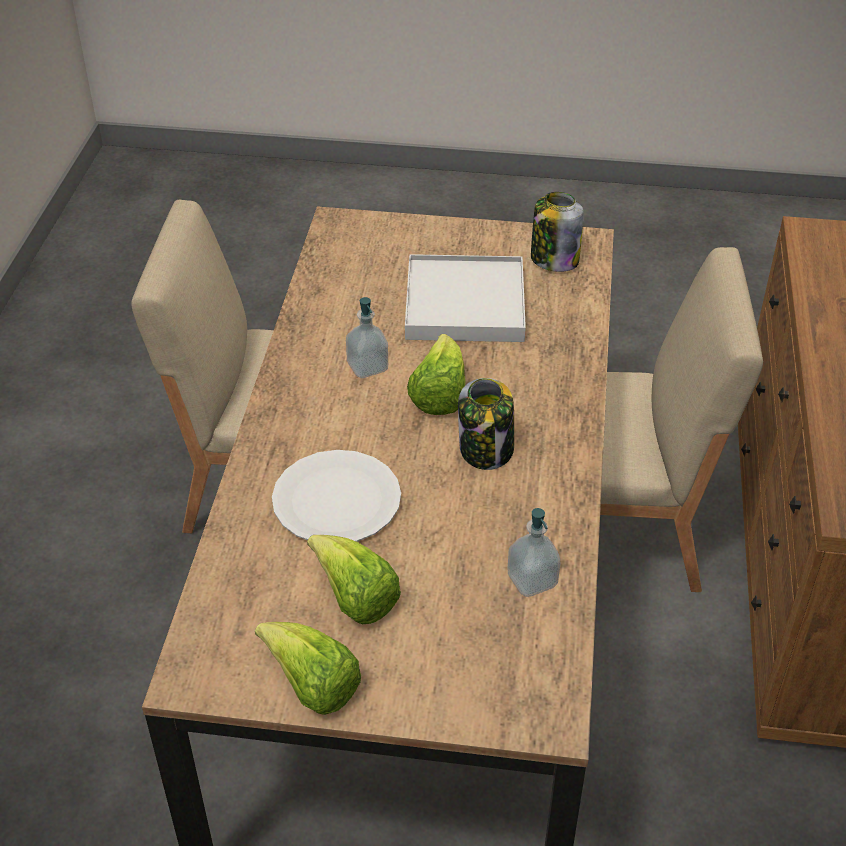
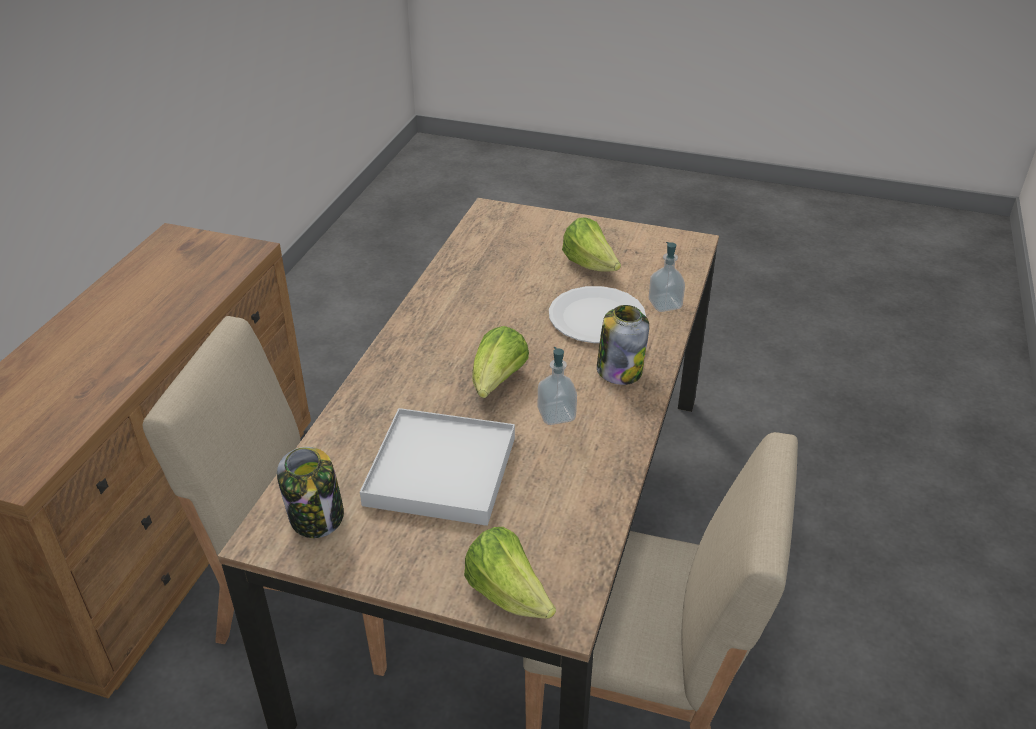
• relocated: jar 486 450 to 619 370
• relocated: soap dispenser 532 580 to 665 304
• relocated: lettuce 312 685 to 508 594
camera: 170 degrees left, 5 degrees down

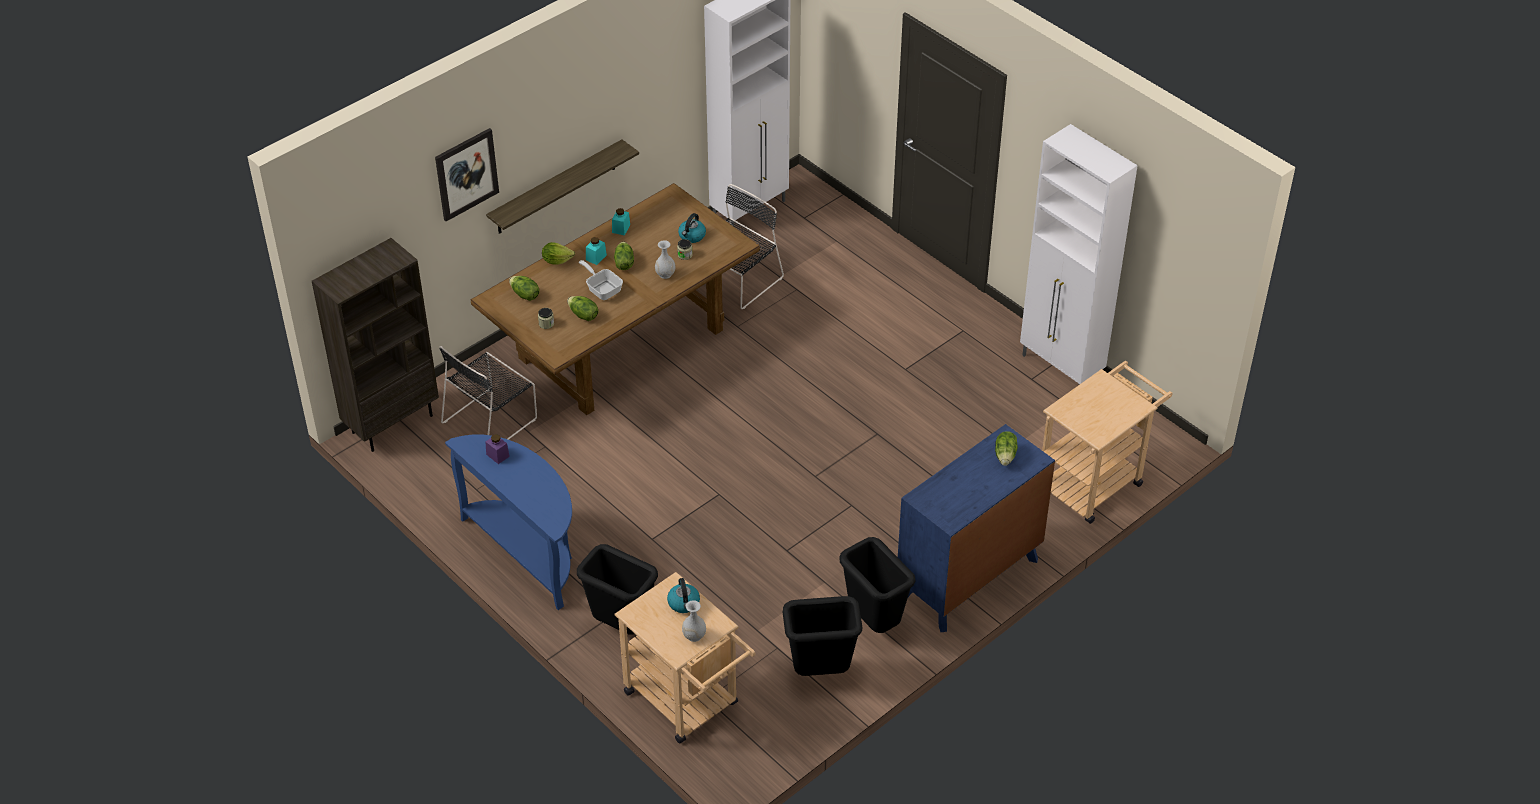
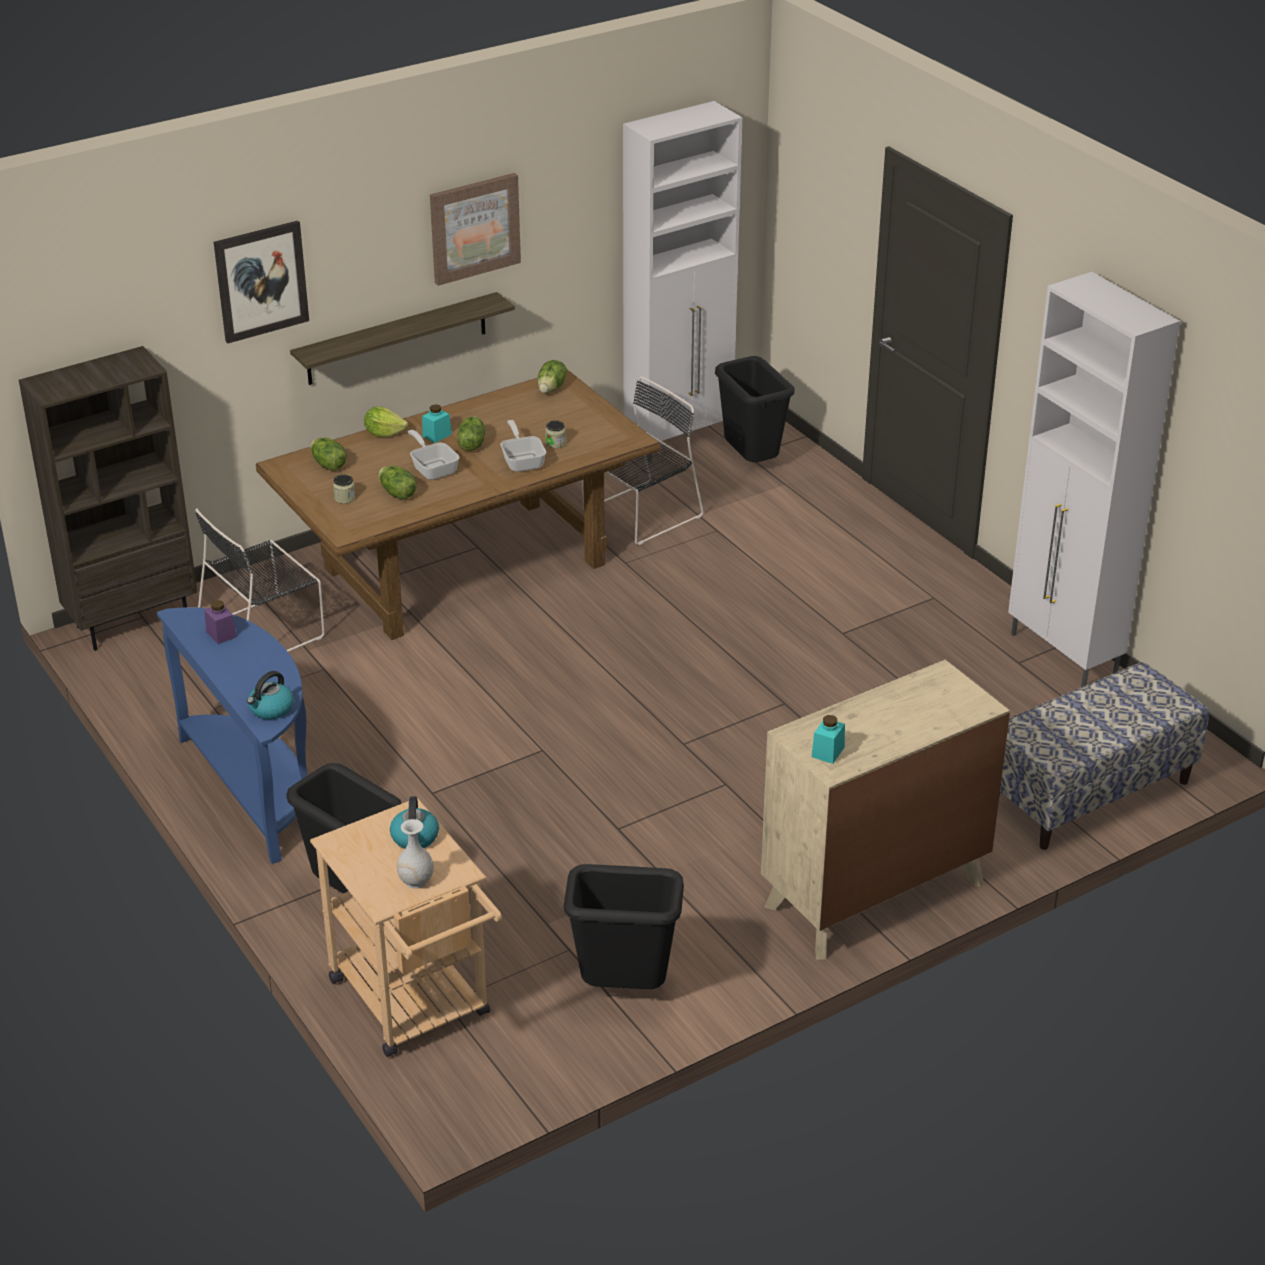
• relocated: jar in turquoise 621 228 to 828 752
• relocated: kettle 692 236 to 271 709
• exchanged: vase in white 665 274 to frying pan 522 461
• exchanged: cart in beige 1096 480 to bench 1089 793
• colour: dresser in blue 968 578 to dresser in beige 874 894
• relocated: lettuce 1005 455 to 552 388
• relocated: trash can in black 873 622 to 750 462
• appeared: picture 474 228
camera: 10 degrees right, 10 degrees down

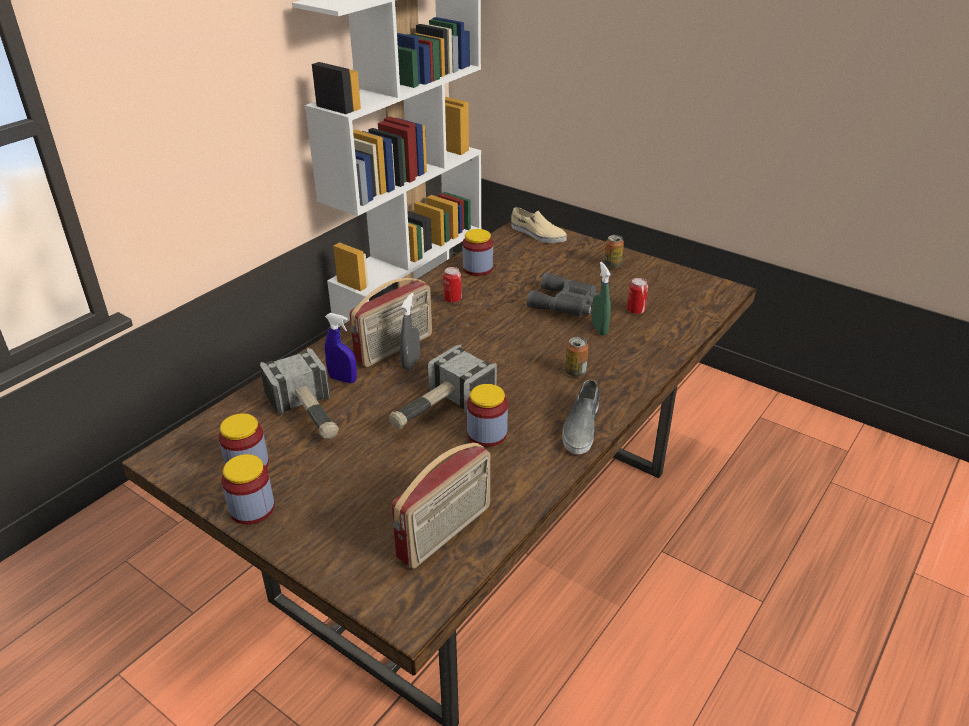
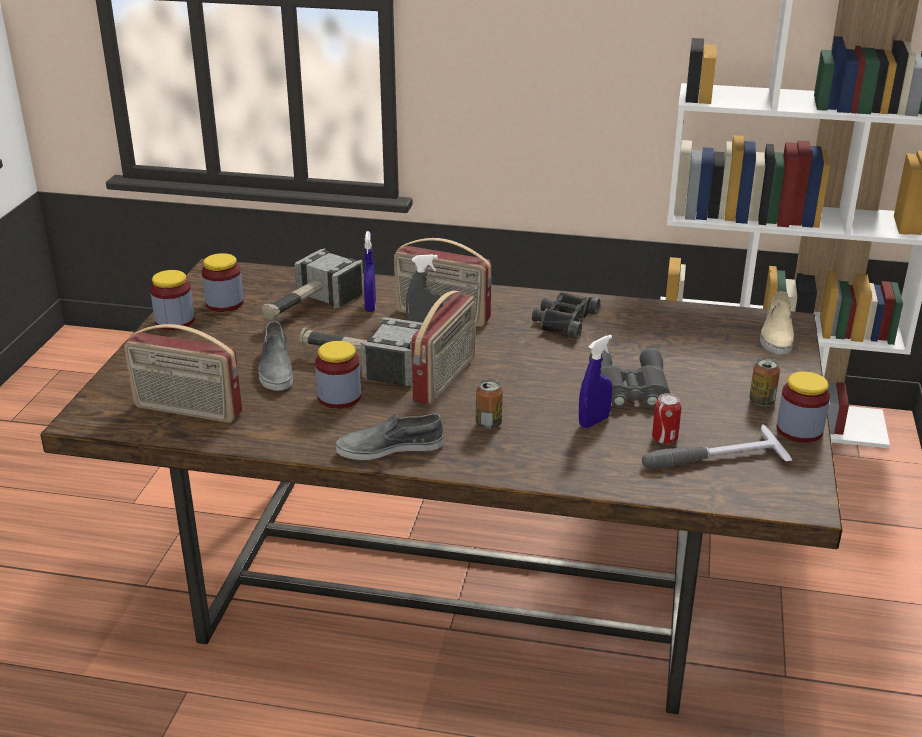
• relocated: jar 477 268 to 799 430
• colour: spray bottle in green 599 329 to spray bottle in blue 594 421
• exchanged: can 452 299 to binoculars in black 564 321
• appeared: radio 446 379
• appeared: shoe in grey 276 368
• appeared: hammer 709 457
camera: 65 degrees right, 5 degrees down

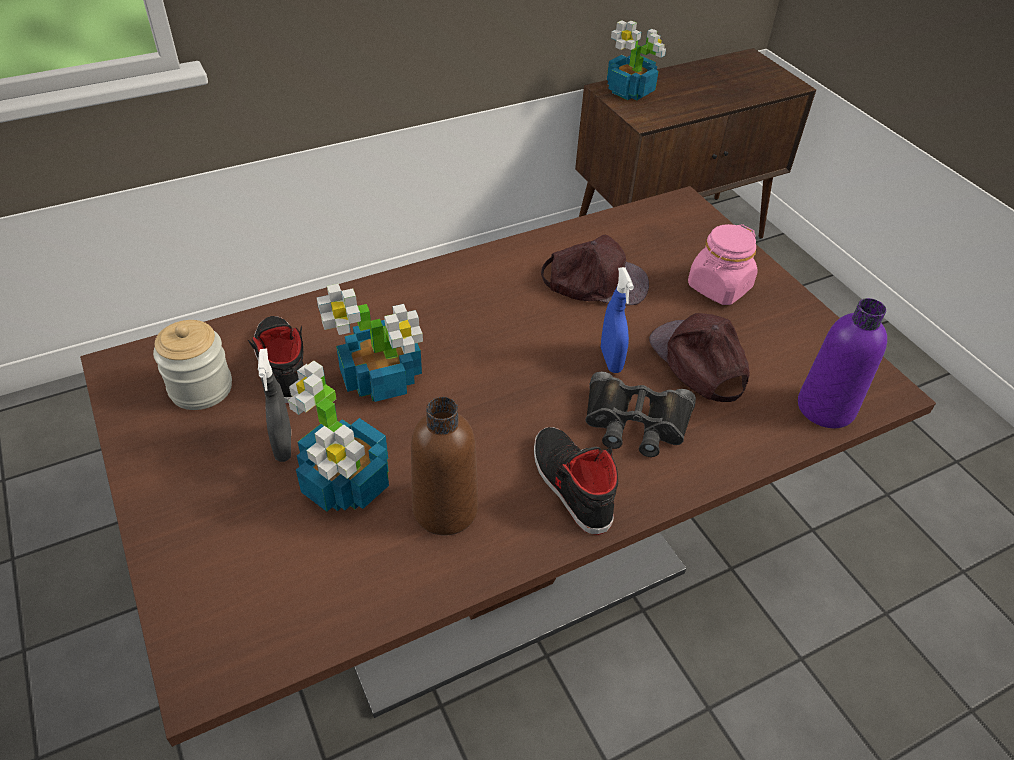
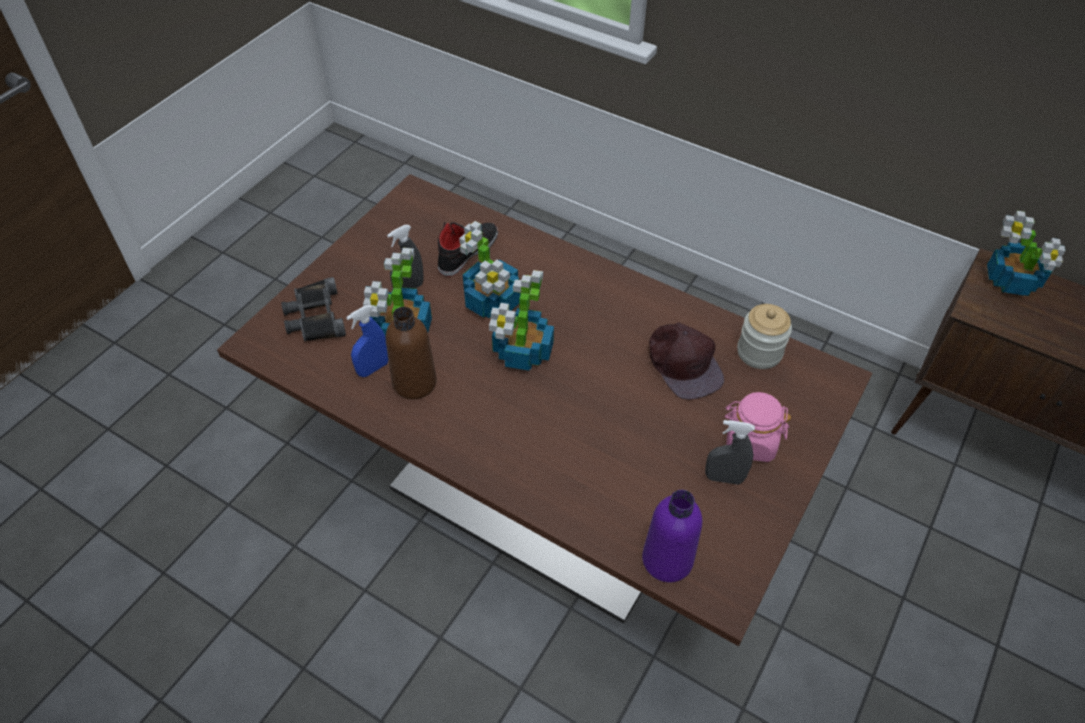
• relocated: spray bottle in blue 611 360 to 373 368
• missing: cap in brown 698 362
• relocated: jar 201 388 to 759 352
• relocated: binoculars in black 635 423 to 315 317
• missing: shoe in black 570 484
• appeared: potted plant 522 352
• appeared: spray bottle in grey 724 478
camera: 60 degrees right, 5 degrees up

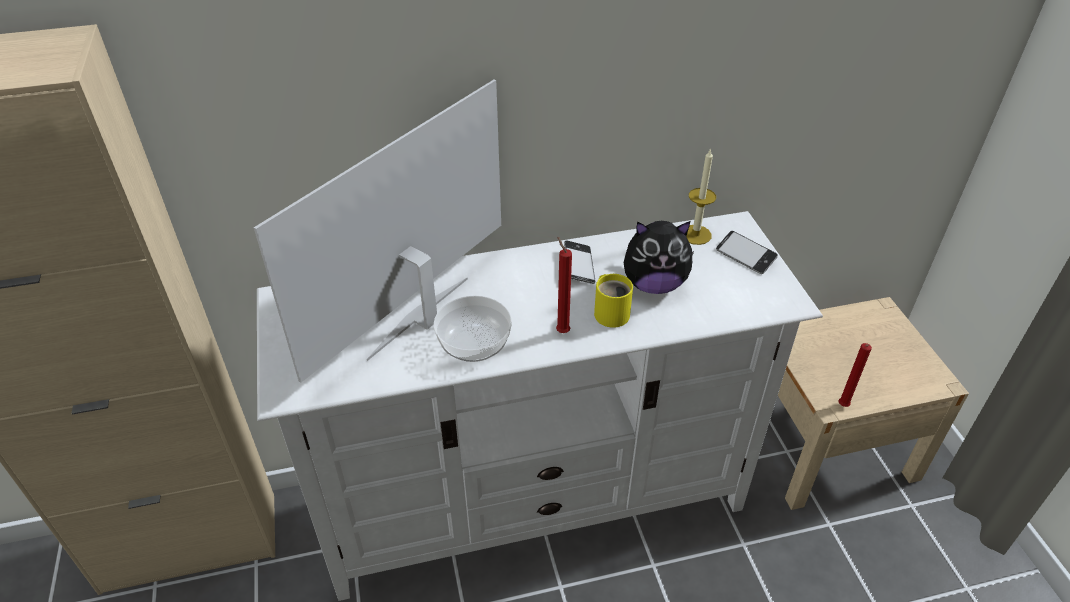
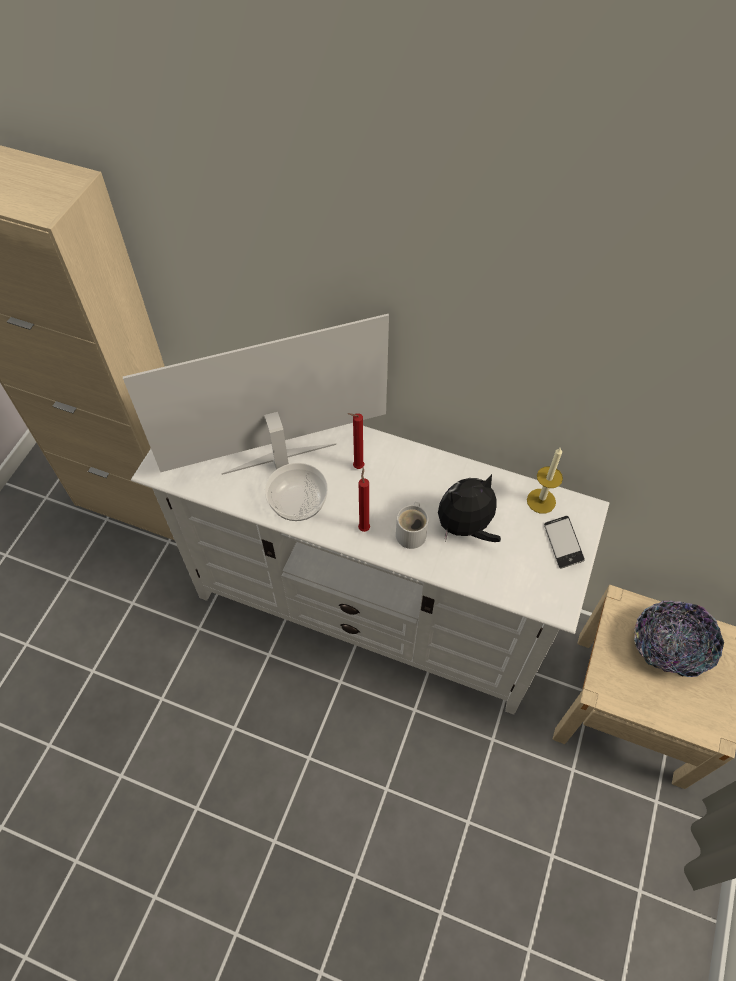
• spun: plush toy 654 284 = 466 527 120 degrees clockwise
• missing: phone 579 266
• colour: mug in yellow 611 312 to mug in white 412 532
• relocated: candle in red 842 406 to 356 467
• appeared: bowl 670 646
camera: 35 degrees right, 15 degrees up

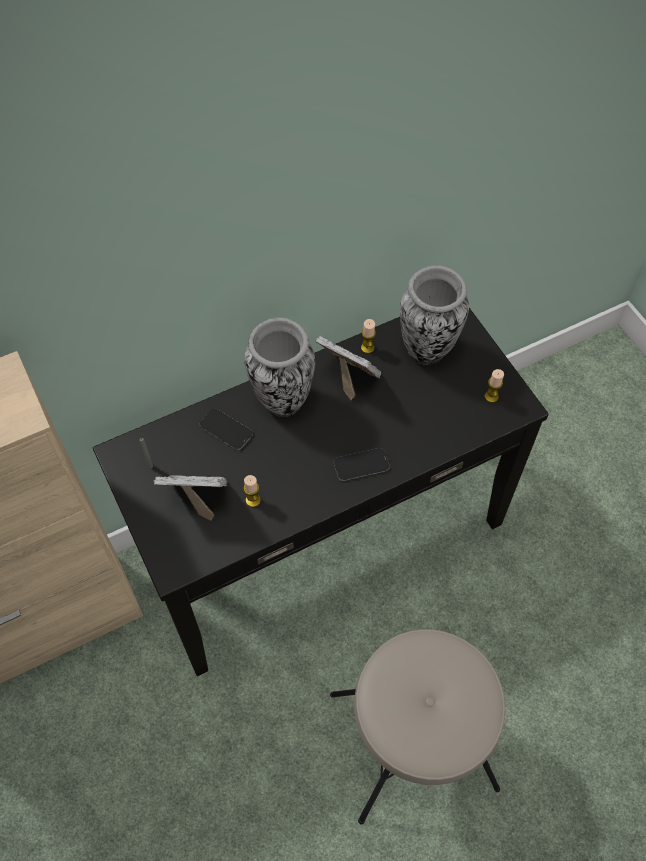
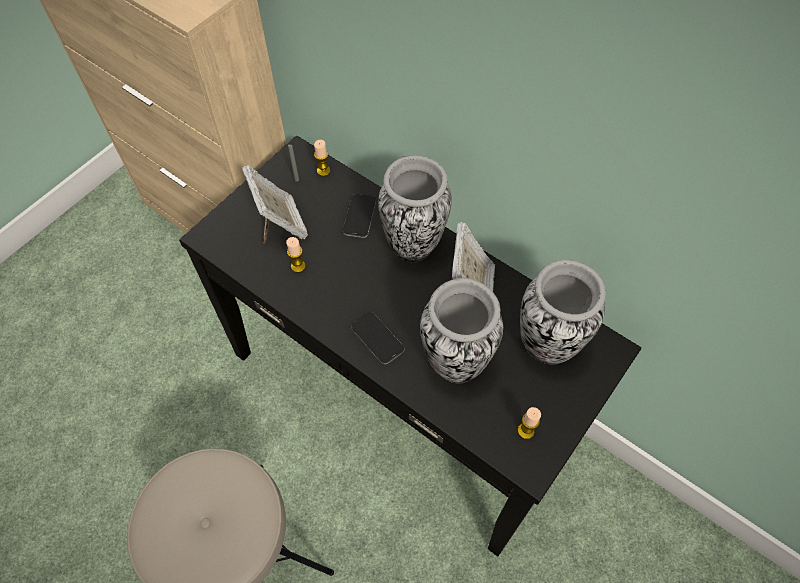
• relocated: candle 367 348 to 323 171
• appeared: vase 454 363
camera: 65 degrees right, 0 degrees up

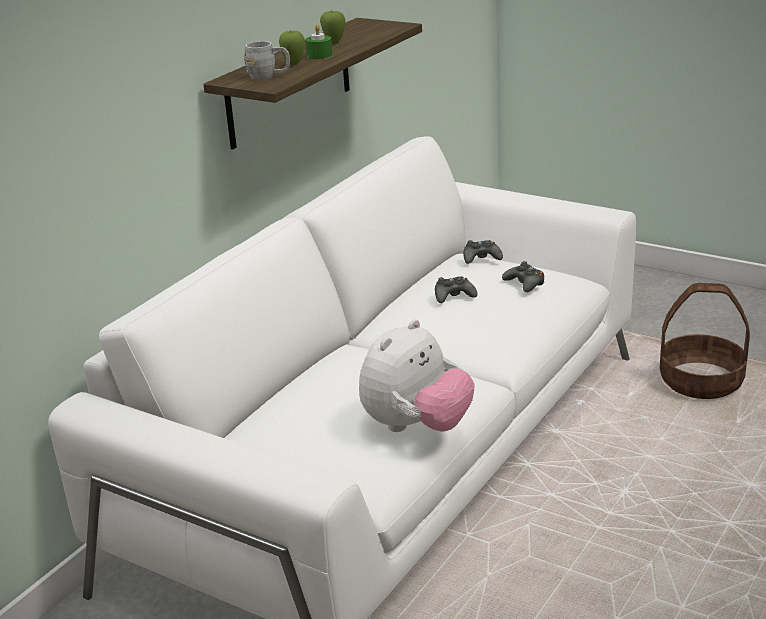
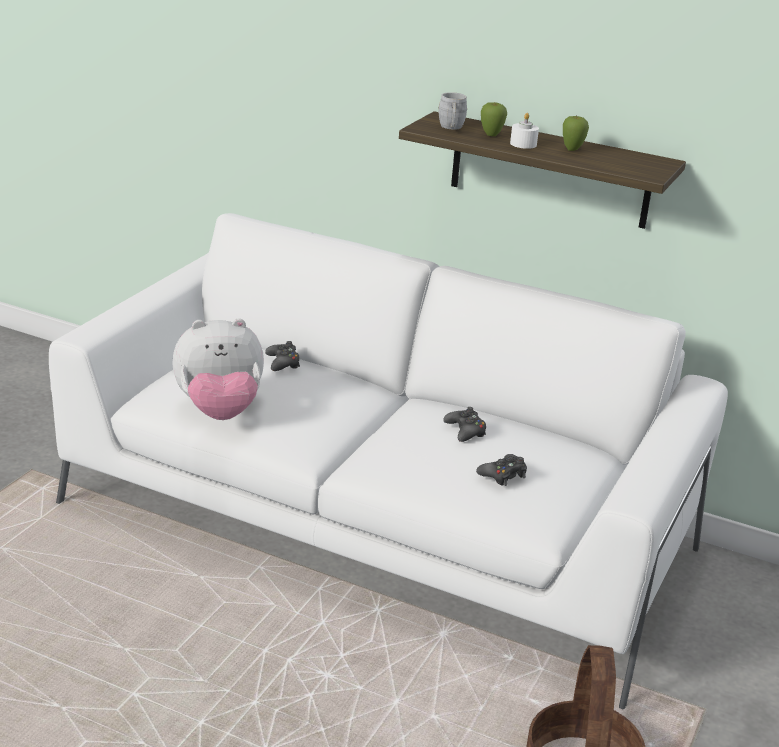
• colour: candle in green 319 55 to candle in white 523 144
• relocated: game controller in black 481 258 to 283 363
• spun: plush toy 416 426 = 219 411 45 degrees counterclockwise
camera: 80 degrees right, 0 degrees up

